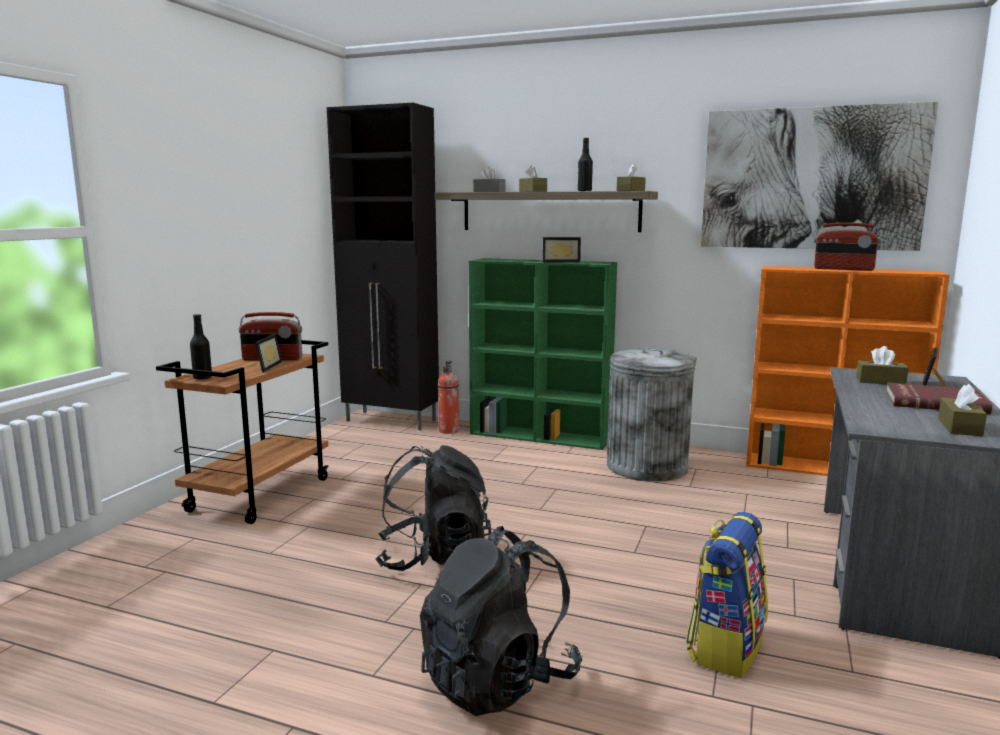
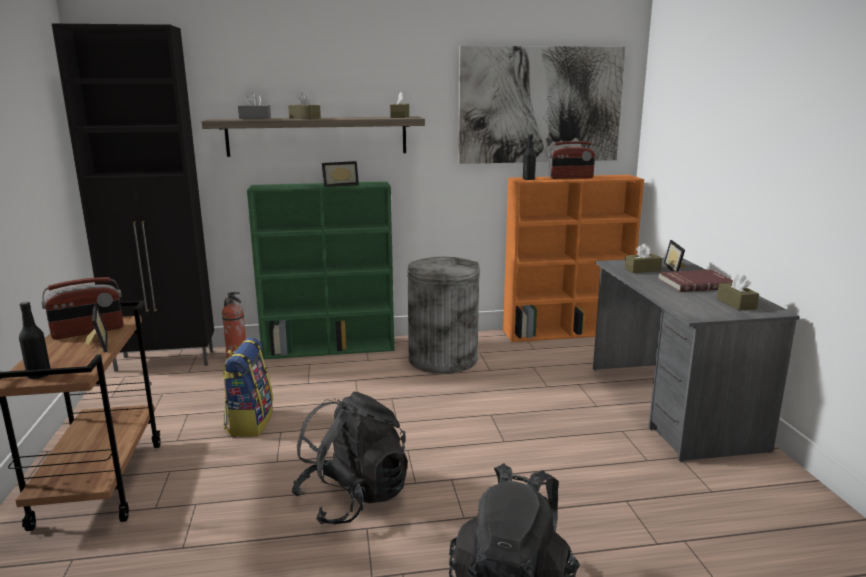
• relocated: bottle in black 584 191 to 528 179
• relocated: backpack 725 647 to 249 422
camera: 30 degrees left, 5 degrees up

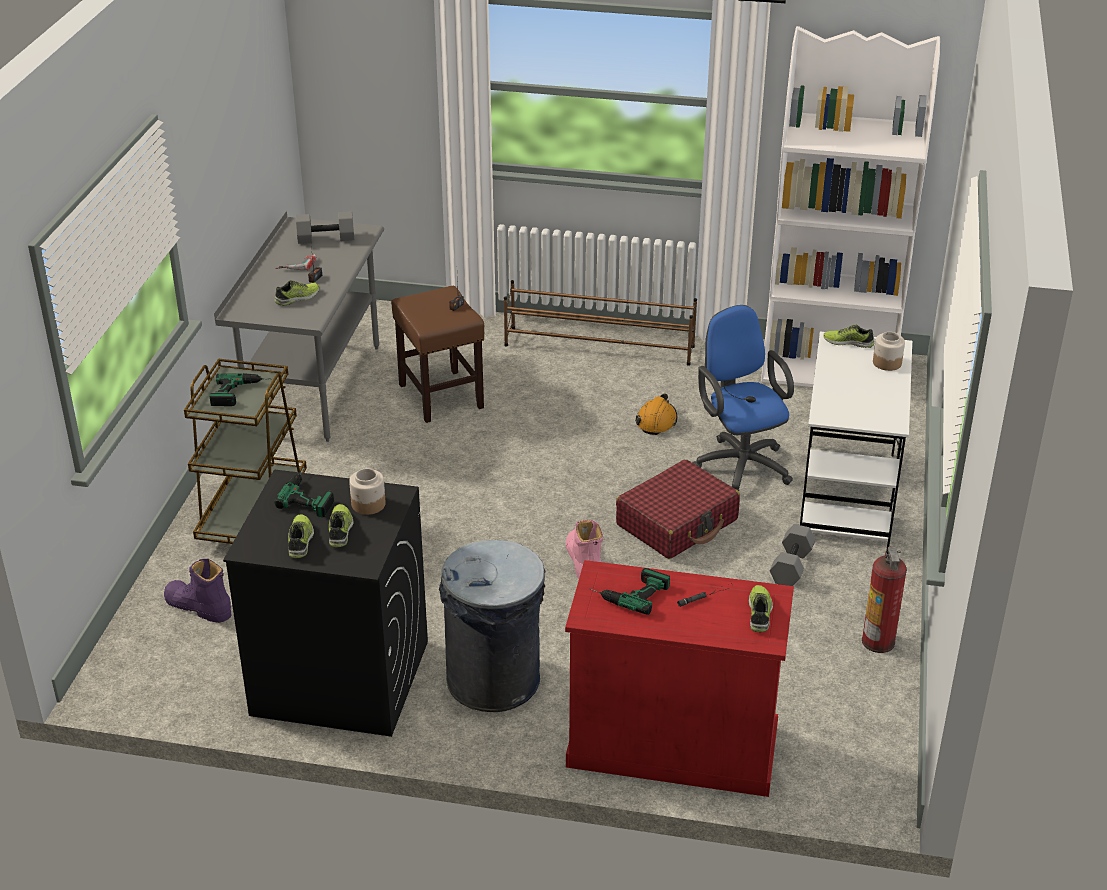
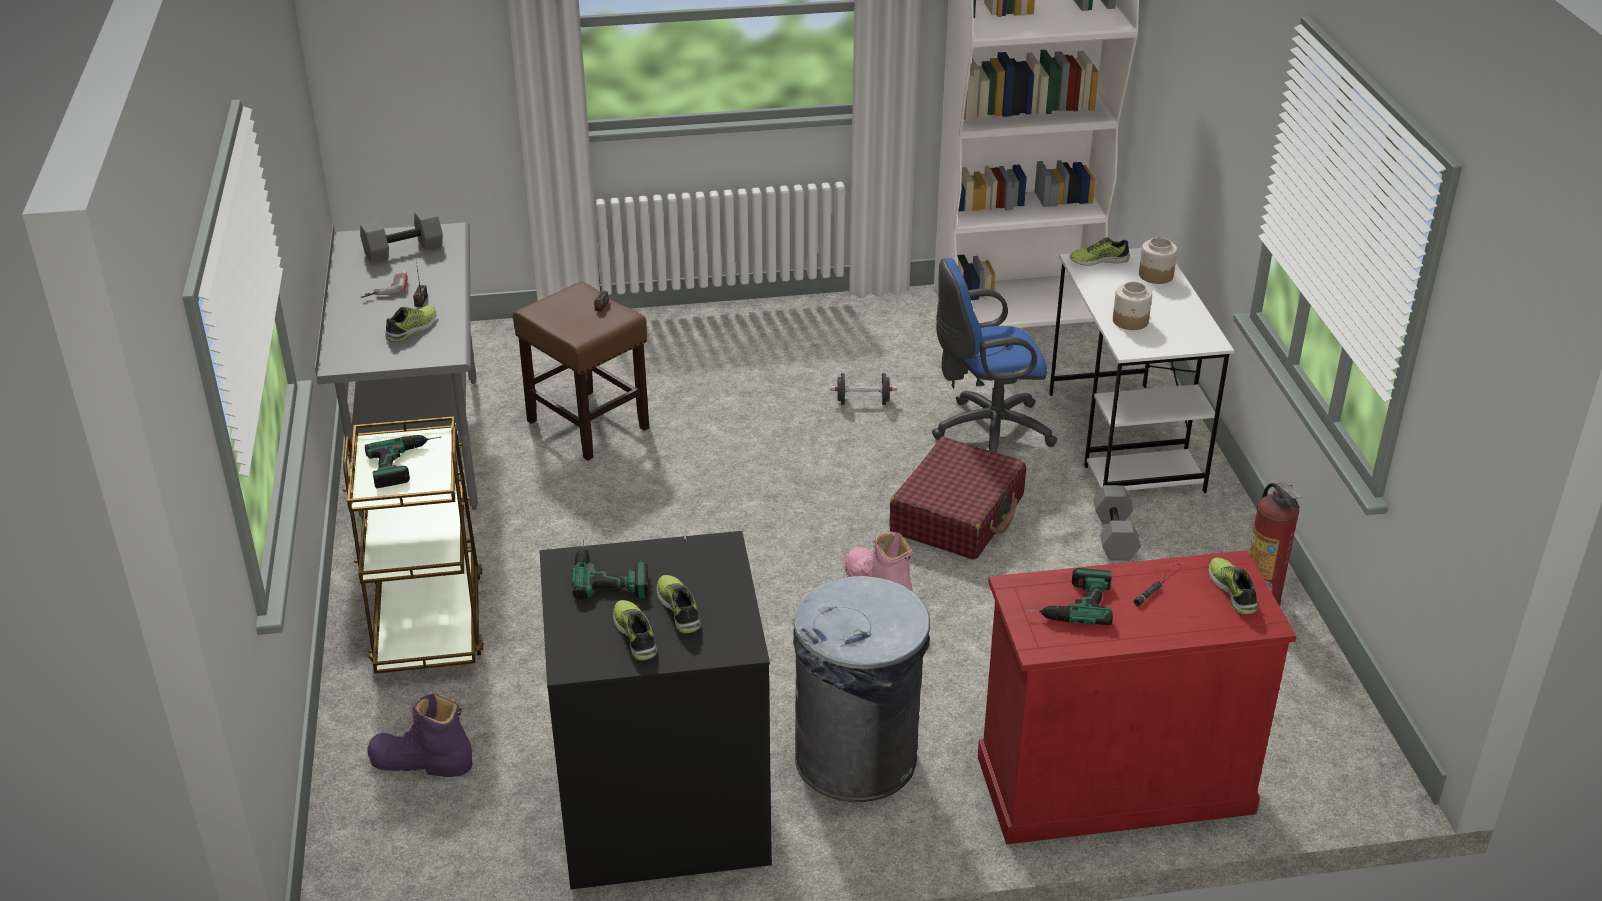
• missing: shoe rack in brown 600 346
• spun: office chair in blue 740 464 = 986 431 60 degrees counterclockwise
• exchanged: hard hat in orange 656 421 to dumbbell in black 863 402
• relocated: jar 368 504 to 1130 321
camera: 20 degrees left, 0 degrees up

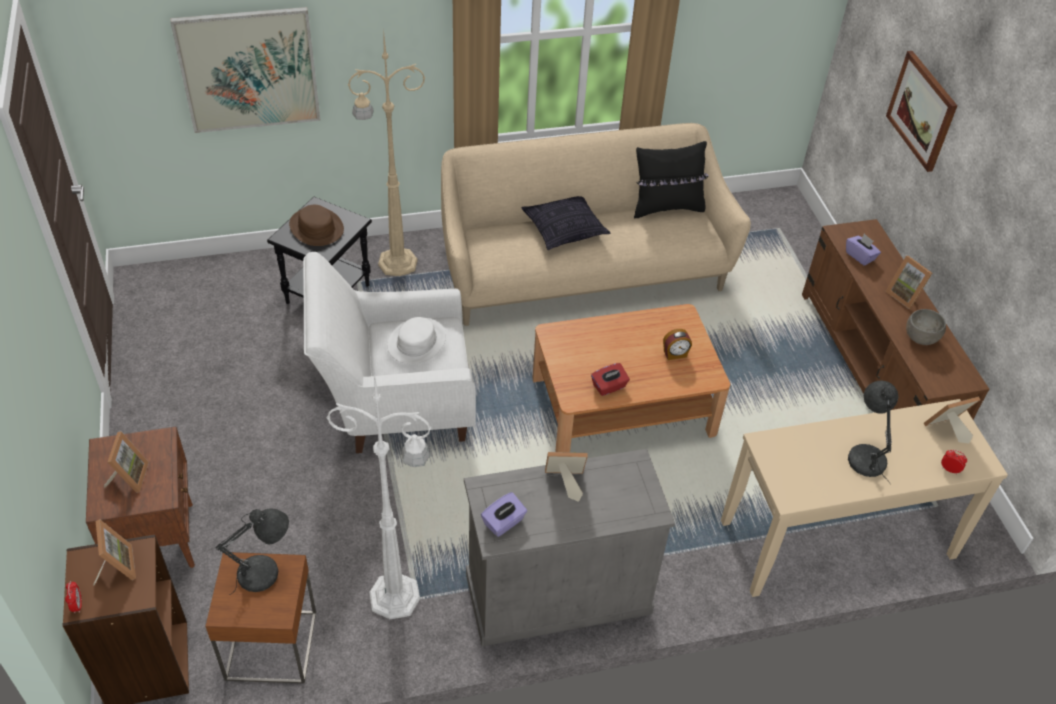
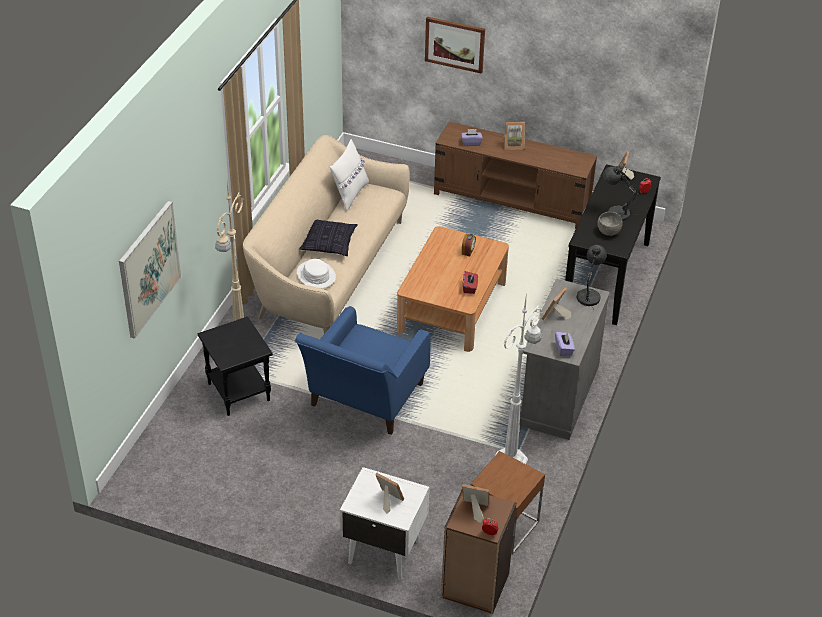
• colour: pillow in black 666 207 to pillow in white 350 194
• missing: hat in brown 316 228
• colour: armchair in white 394 402 to armchair in blue 364 400
• relocated: bowl in grey 920 337 to 608 232
• relocated: hat in white 416 342 to 316 275
• colour: console table in beige 837 540 to console table in black 607 276
• colour: nightstand in brown 157 538 to nightstand in white 383 551
• relocated: table lamp in grey 263 574 to 589 296
camera: 55 degrees left, 5 degrees down

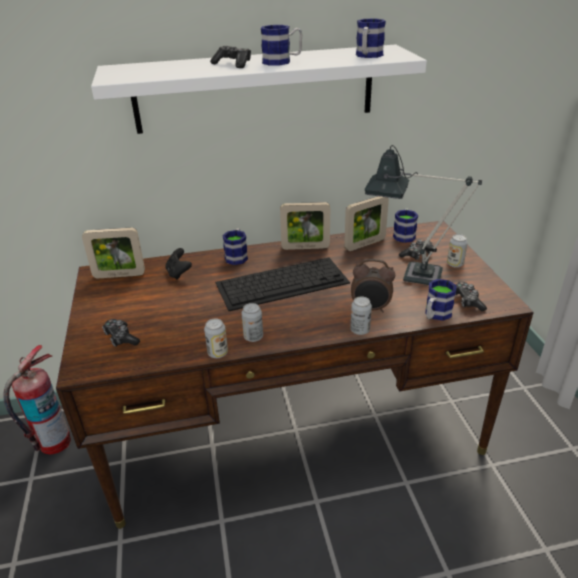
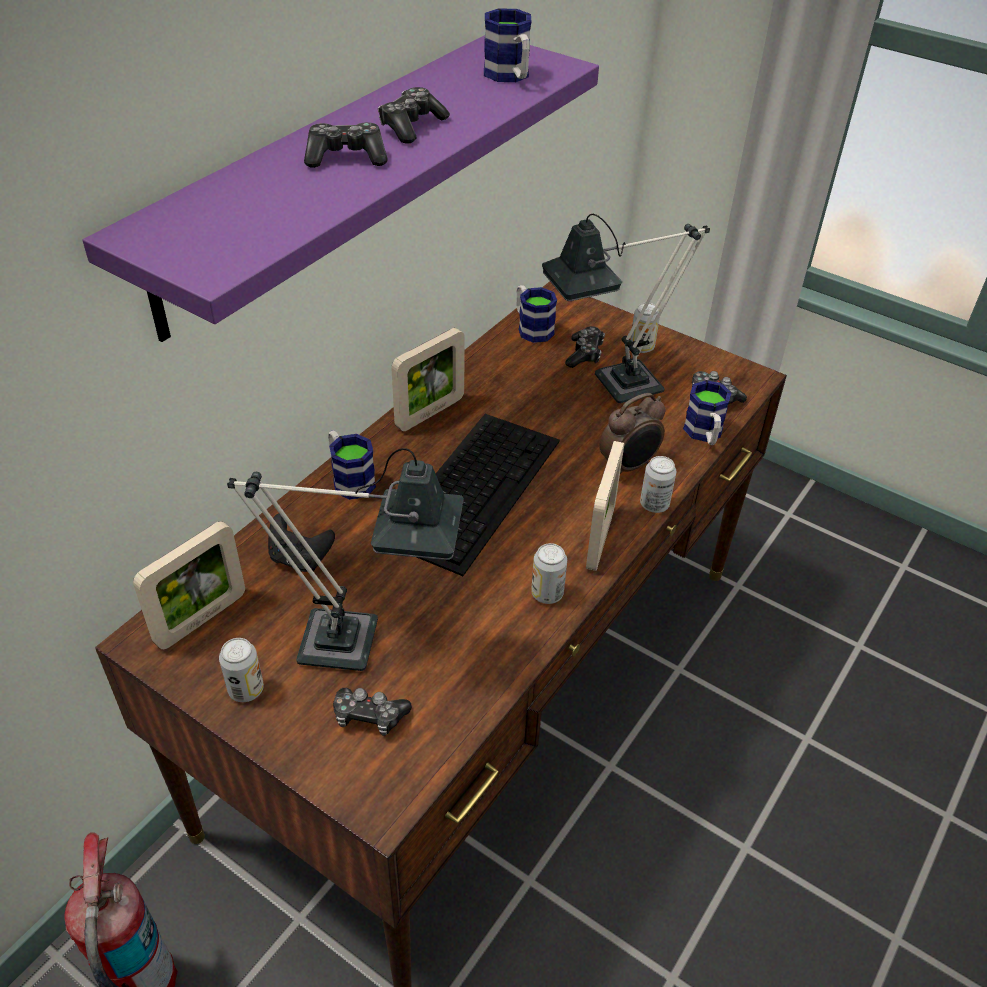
• exchanged: mug 282 61 to game controller 411 126
• colour: shelf in white 255 89 to shelf in purple 325 179
• relocated: picture frame 365 244 to 600 539
• relocated: can 218 353 to 246 689
• appeared: table lamp 359 644
camera: 45 degrees left, 10 degrees up

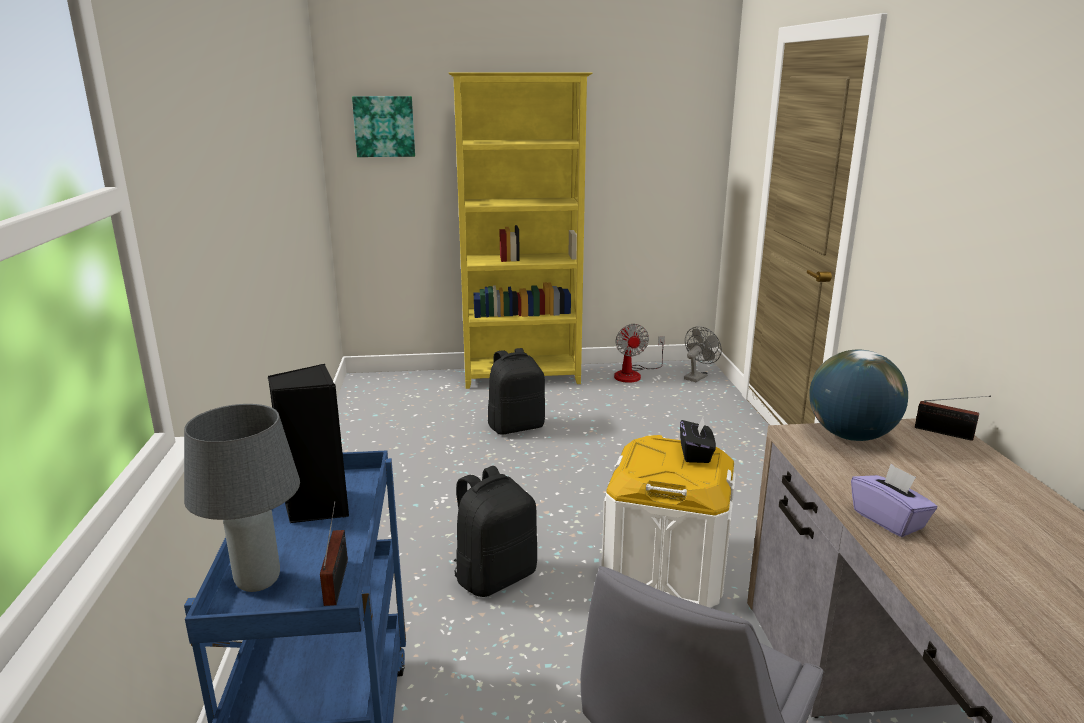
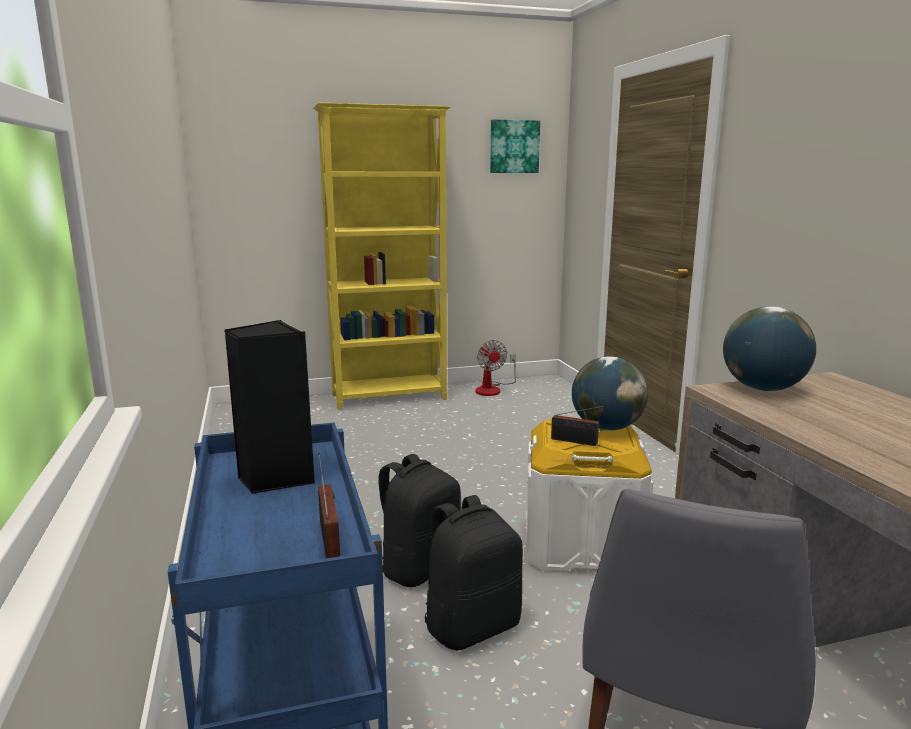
• relocated: picture 384 126 to 514 146
• missing: fan in grey 697 376
• relocated: backpack in black 516 426 to 472 626
• relocated: radio 947 433 to 576 442
• missing: table lamp in grey 256 581
• exchanged: tissue box in black 696 454 to globe 606 428
• missing: tissue box in purple 888 520
camera: 10 degrees left, 5 degrees down

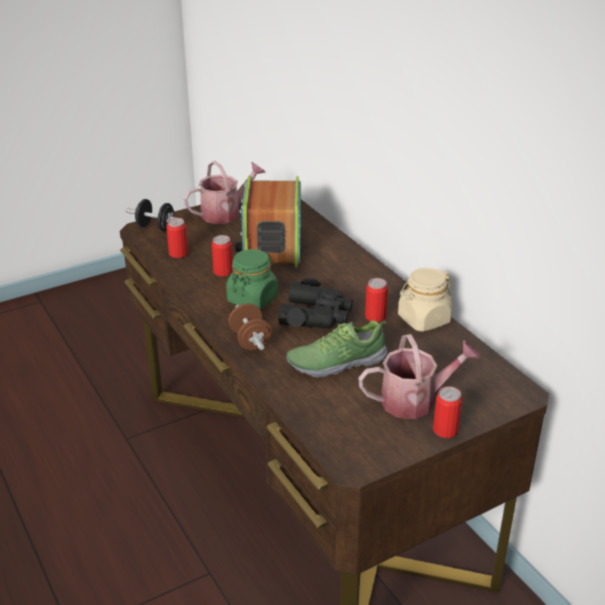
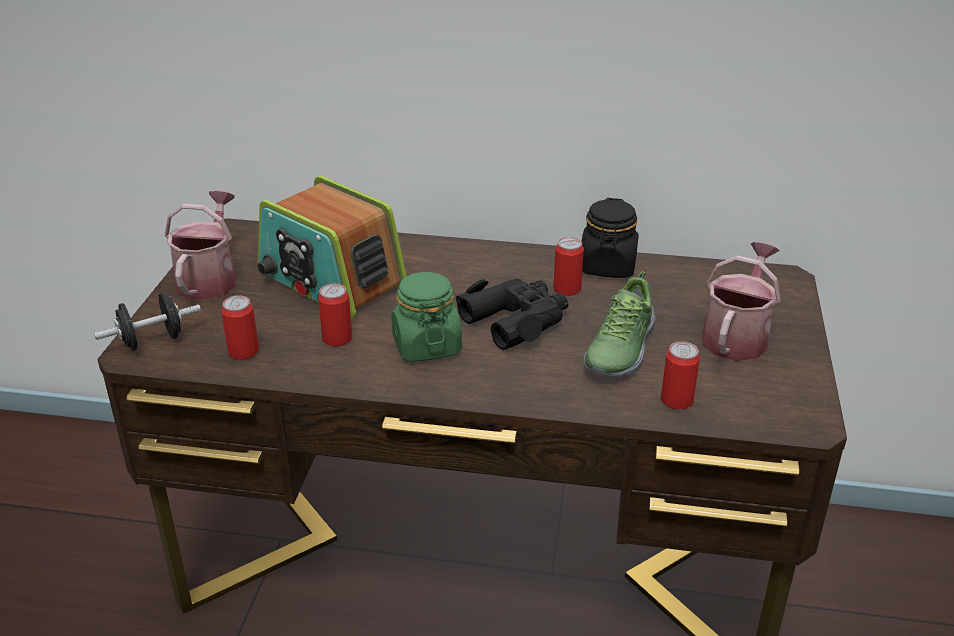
• colour: jar in beige 423 320 to jar in black 607 266
• missing: dumbbell in brown 250 341
• relocated: can 445 430 to 677 400
camera: 50 degrees left, 0 degrees up

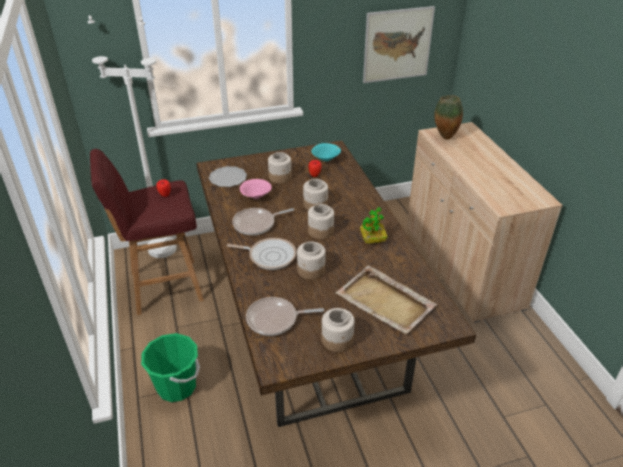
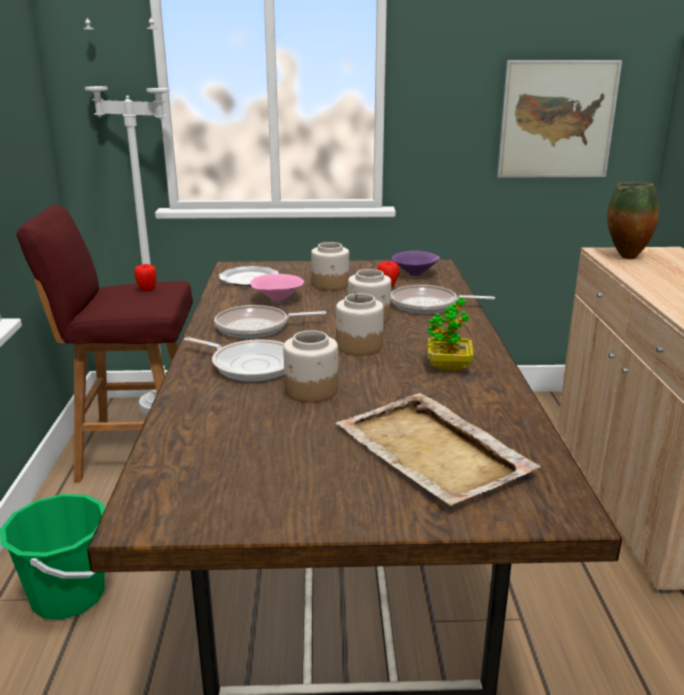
• colour: bowl in turquoise 326 160 to bowl in purple 416 274
• relocated: frying pan 275 319 to 428 305
• missing: jar 337 340
camera: 15 degrees right, 15 degrees down

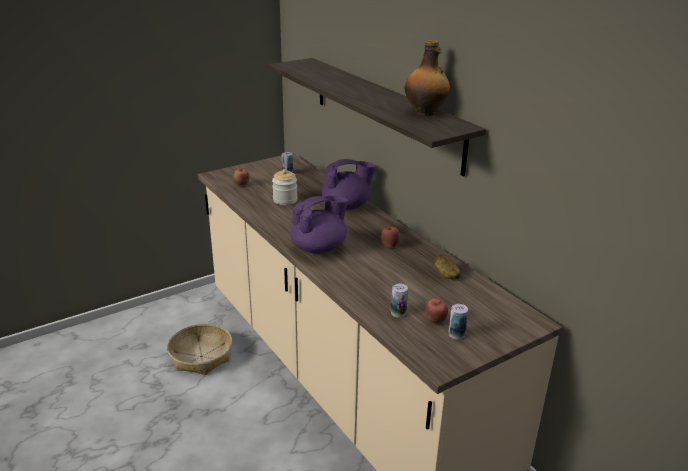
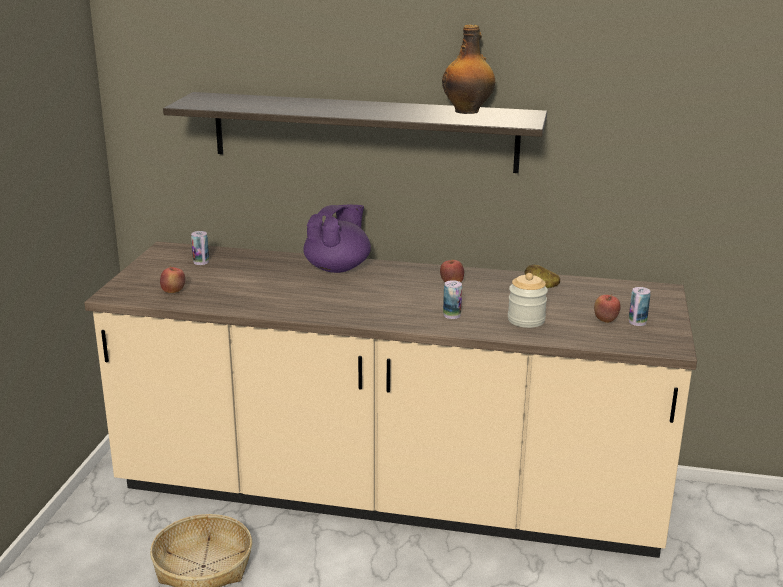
• relocated: jar 285 200 to 526 320
• missing: teapot in purple 319 248
• relocated: can 398 313 to 452 315
camera: 45 degrees left, 5 degrees down

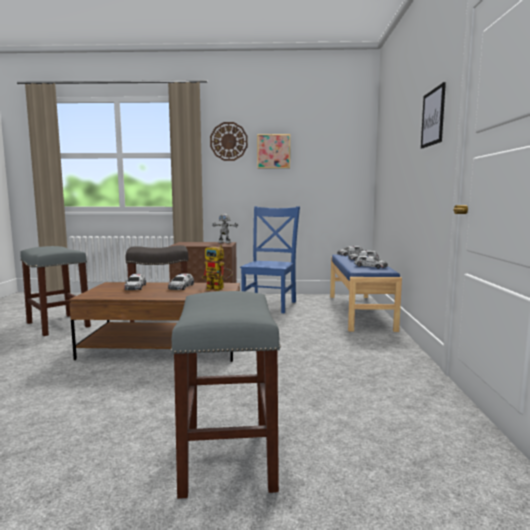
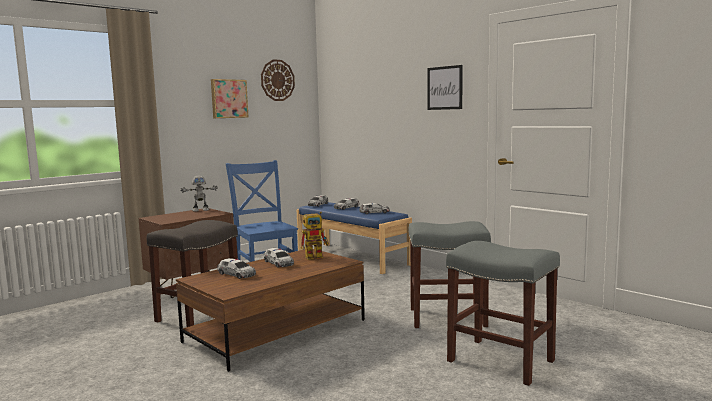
• relocated: wall clock 229 141 to 277 80
• relocated: stool in grey 57 324 to 446 317
camera: 45 degrees left, 0 degrees up

